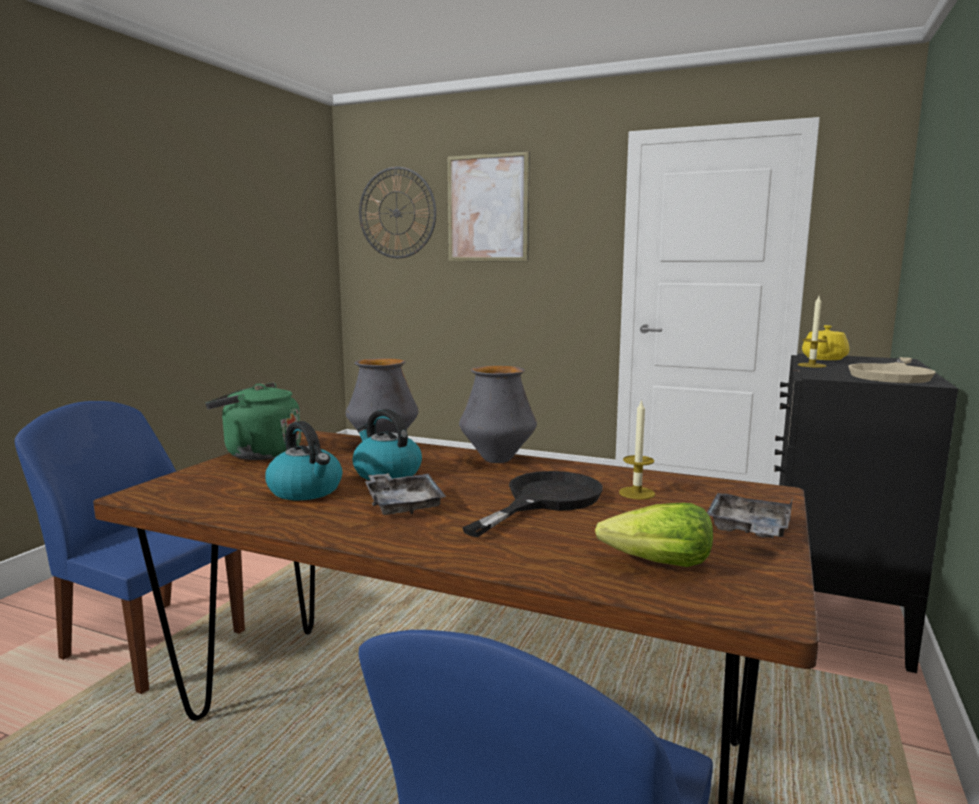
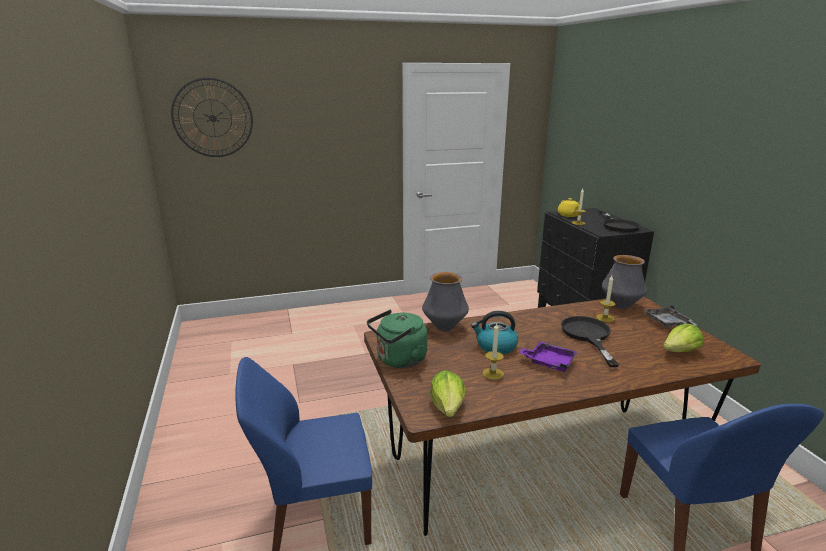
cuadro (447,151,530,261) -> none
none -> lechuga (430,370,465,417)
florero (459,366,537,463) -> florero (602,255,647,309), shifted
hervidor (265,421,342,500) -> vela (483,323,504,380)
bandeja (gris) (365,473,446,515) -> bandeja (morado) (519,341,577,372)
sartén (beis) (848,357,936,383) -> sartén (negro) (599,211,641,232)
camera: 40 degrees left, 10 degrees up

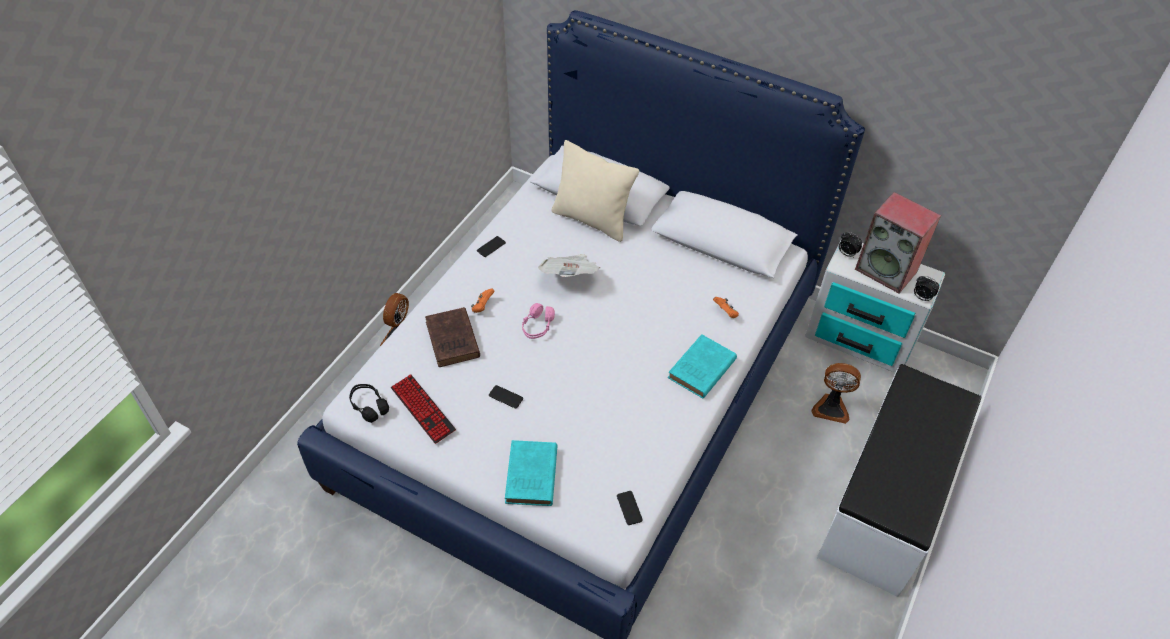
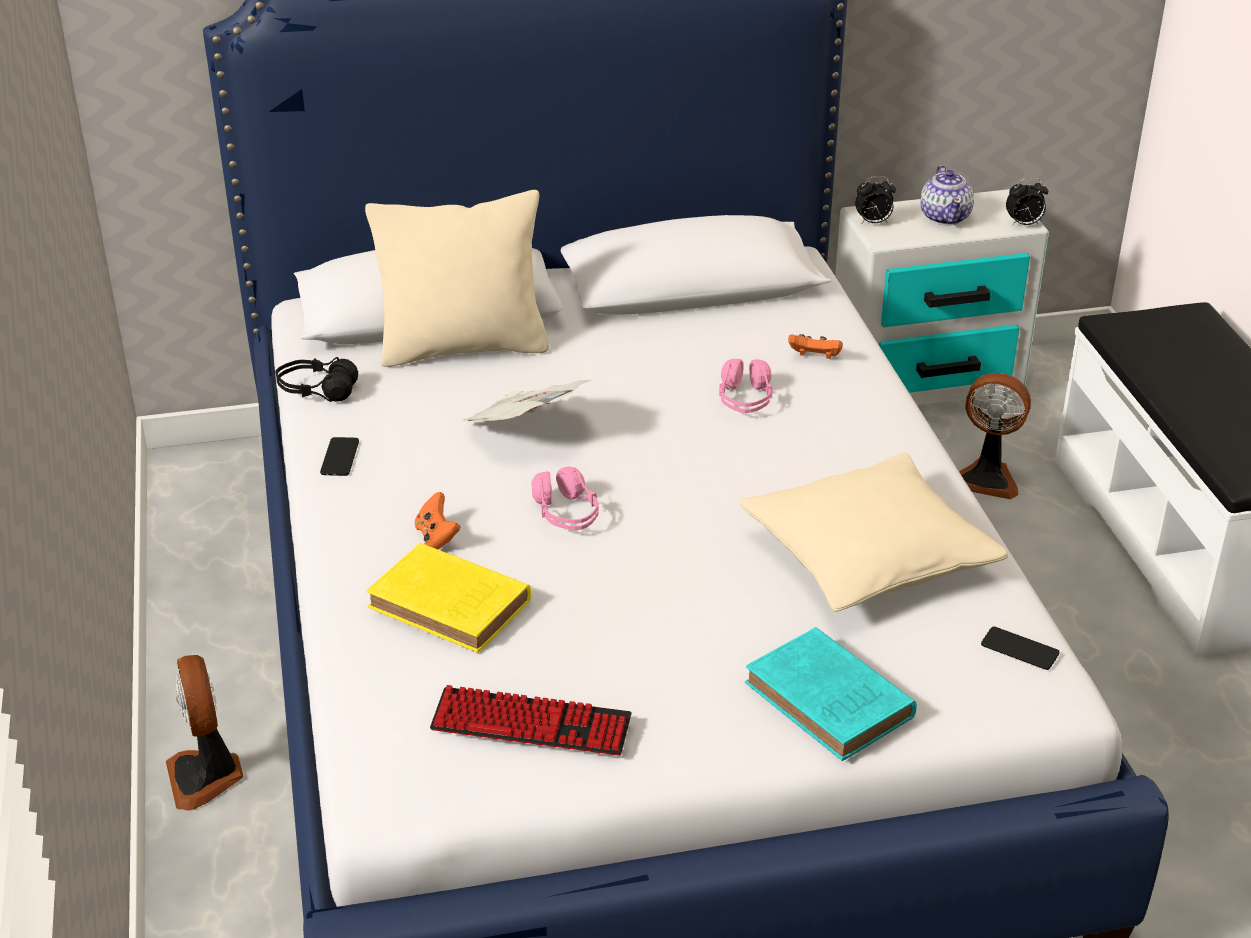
móvil (489,385,523,408) -> none
libro (turquesa) (668,334,737,399) -> none
none -> auriculares (rosa) (719,359,773,413)
none -> cojín (beis) (740,452,1008,612)
auriculares (negro) (349,384,389,423) -> auriculares (negro) (276,357,358,402), shifted
altavoz (855,192,941,293) -> tetera (921,165,974,225)
libro (marrón) (425,307,480,367) -> libro (amarillo) (366,543,531,653)
ventilador (811,363,861,424) -> ventilador (959,373,1031,499), 45 degrees clockwise
camera: 40 degrees left, 15 degrees down

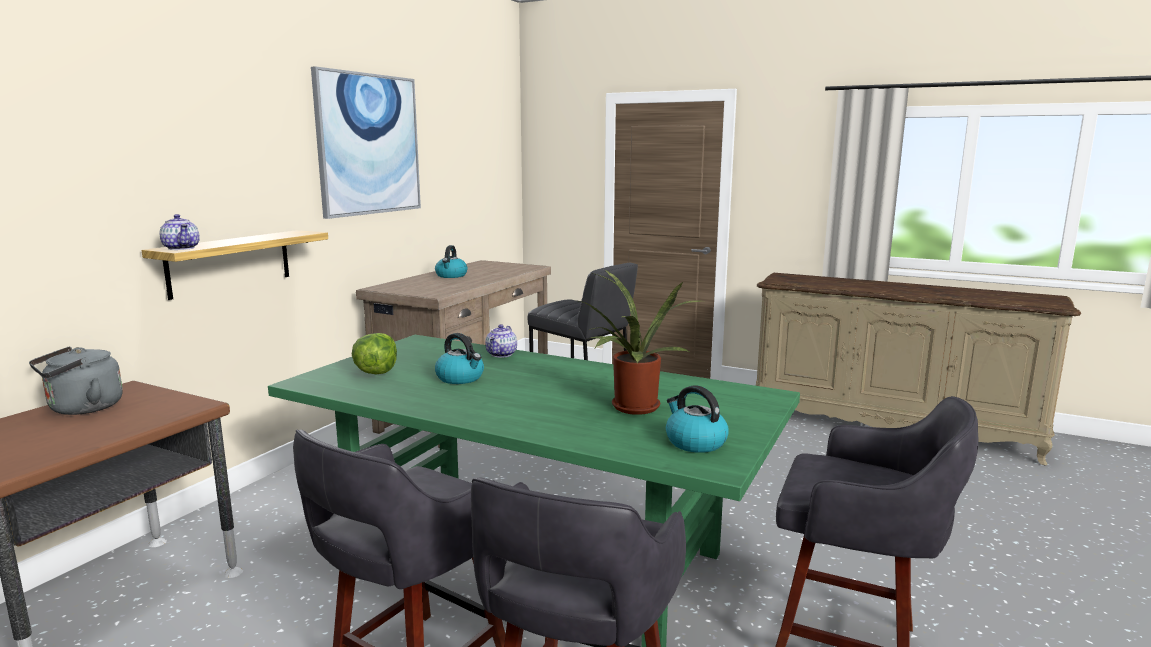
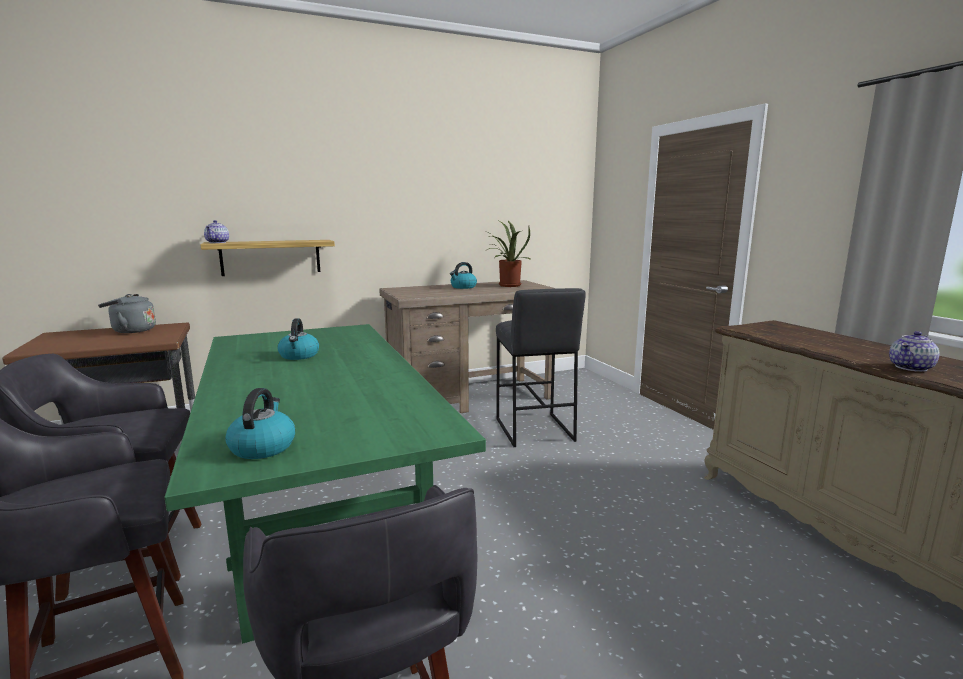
cuadro (311,66,421,219) -> none
lechuga (352,333,397,374) -> none
tetera (485,324,517,358) -> tetera (889,331,940,372), shifted
planta en maceta (579,270,701,415) -> planta en maceta (484,221,531,287), shifted
camera: 40 degrees right, 0 degrees up

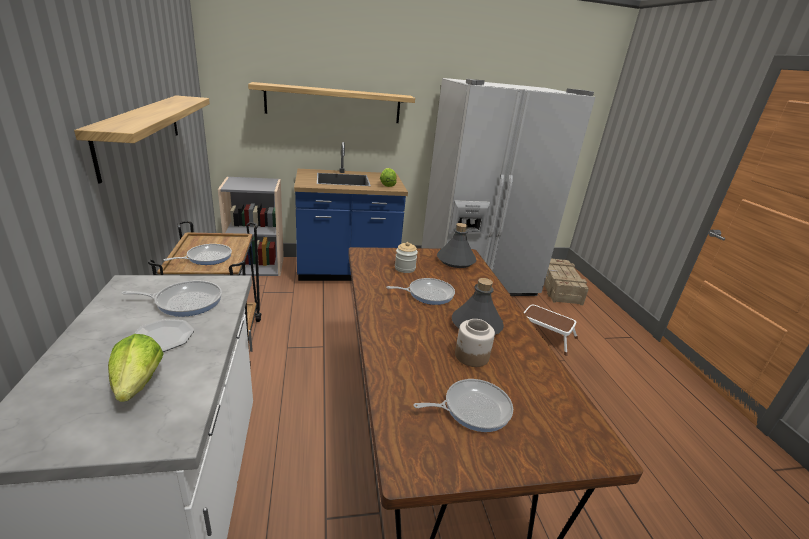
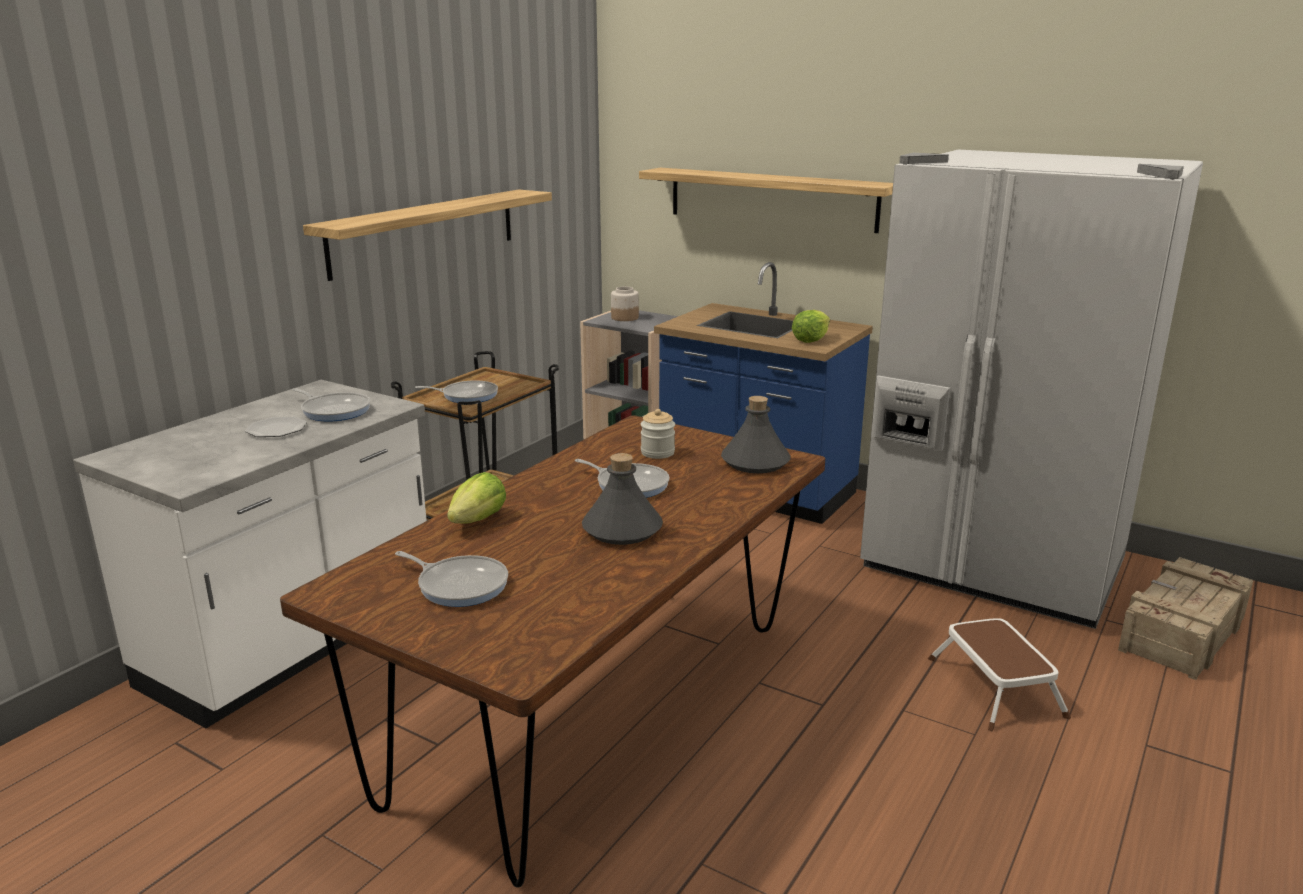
lechuga (108,334,164,402) -> lechuga (447,472,506,524), shifted
tarro (455,319,495,367) -> tarro (611,287,639,321), shifted
camera: 45 degrees right, 5 degrees down

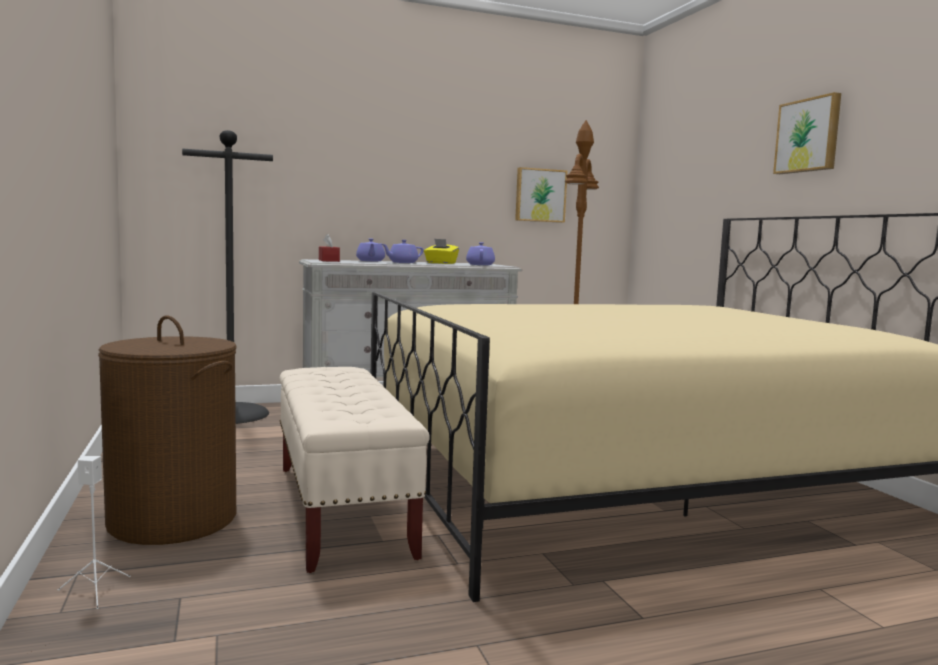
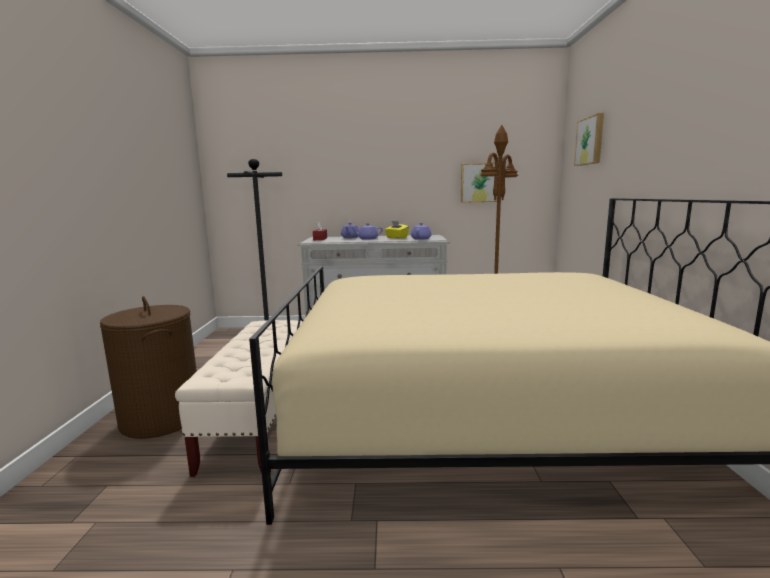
altavoz (blanco) (58,456,131,609) -> none
cuadro (773,92,841,174) -> cuadro (574,113,604,166), shifted
camera: 20 degrees right, 5 degrees up

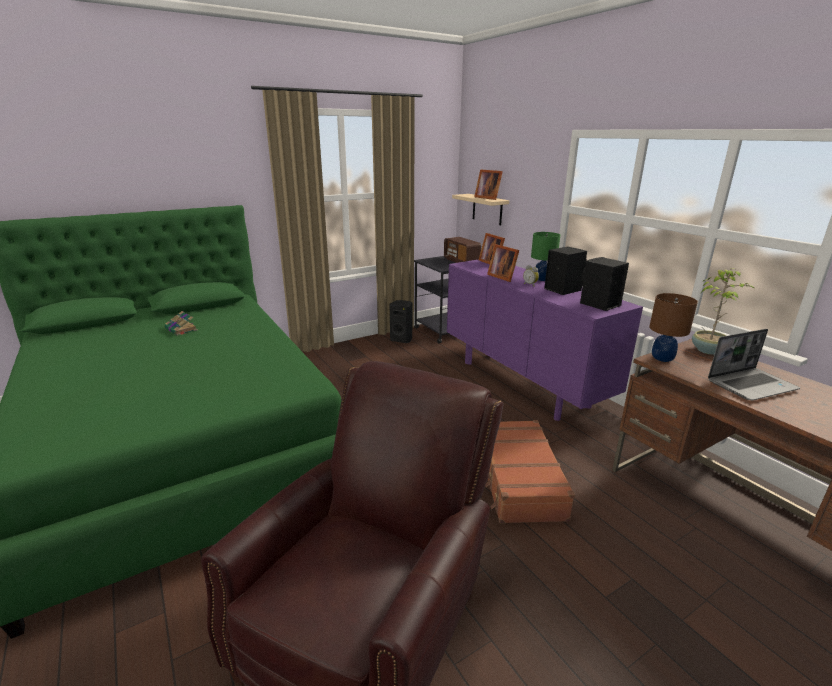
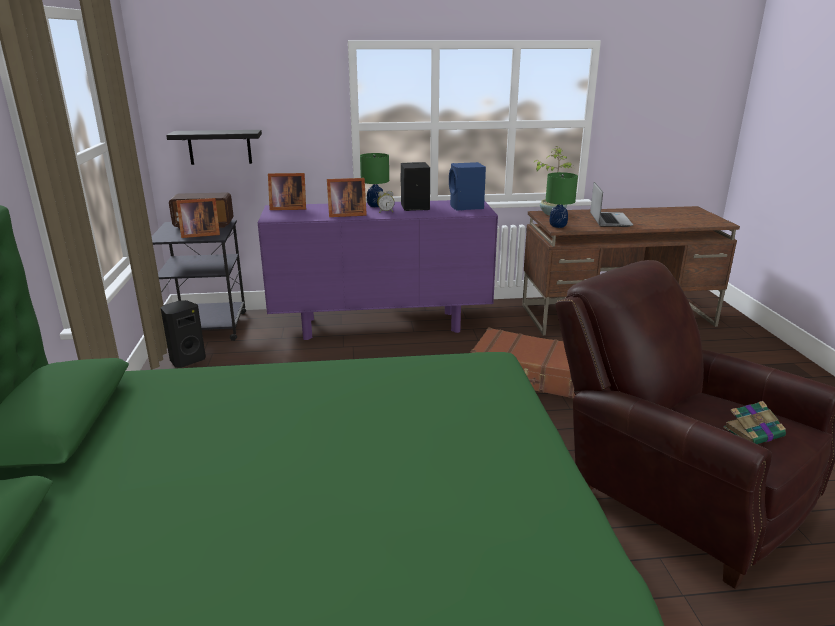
libro (165,311,198,335) -> libro (723,401,786,444), shifted
portarretratos (474,169,503,200) -> portarretratos (176,198,220,238), shifted
estante (beis) (452,194,509,225) -> estante (negro) (166,130,262,165)
altavoz (negro) (580,257,629,311) -> altavoz (azul) (449,162,486,210)
lámpara de mesa (marrón) (649,293,698,362) -> lámpara de mesa (verde) (546,172,578,228)
camera: 65 degrees left, 0 degrees up

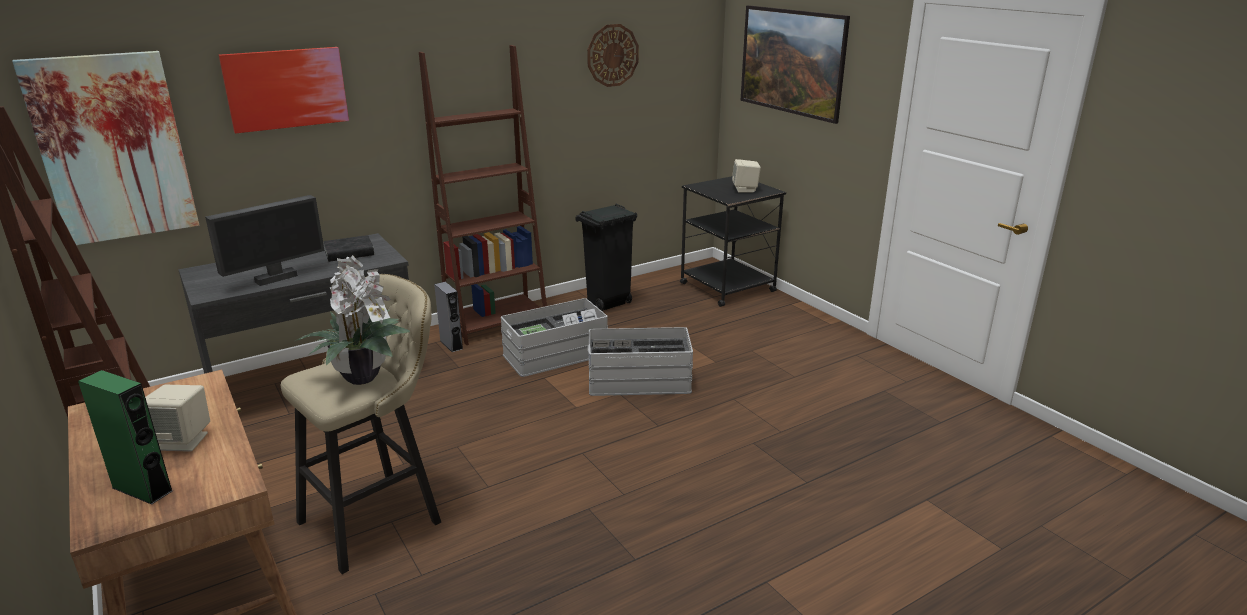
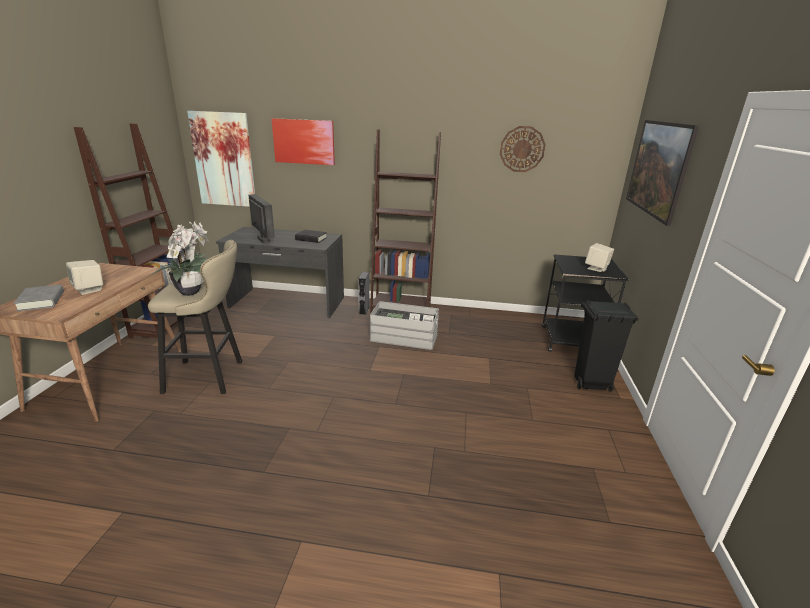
caja de almacenaje (gris) (588,327,693,396) -> none
papelera (negro) (576,204,637,311) -> papelera (negro) (574,300,639,391), shifted
altavoz (verde) (78,370,173,505) -> libro (gris) (14,285,64,312)
monitor (205,195,325,286) -> monitor (248,194,275,244), 120 degrees counterclockwise
camera: 40 degrees right, 0 degrees up

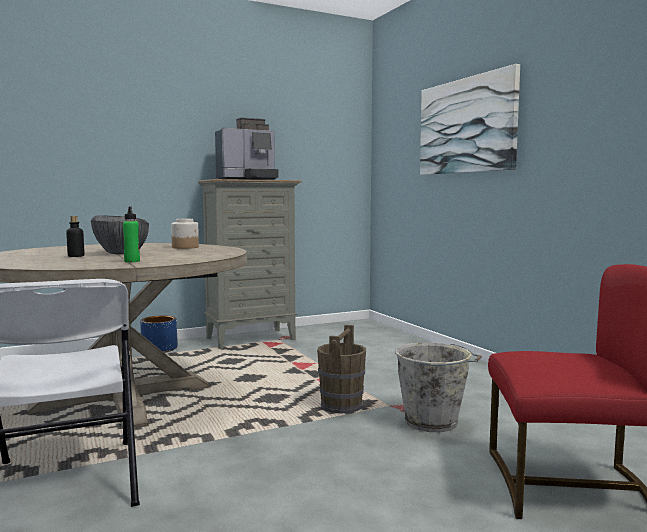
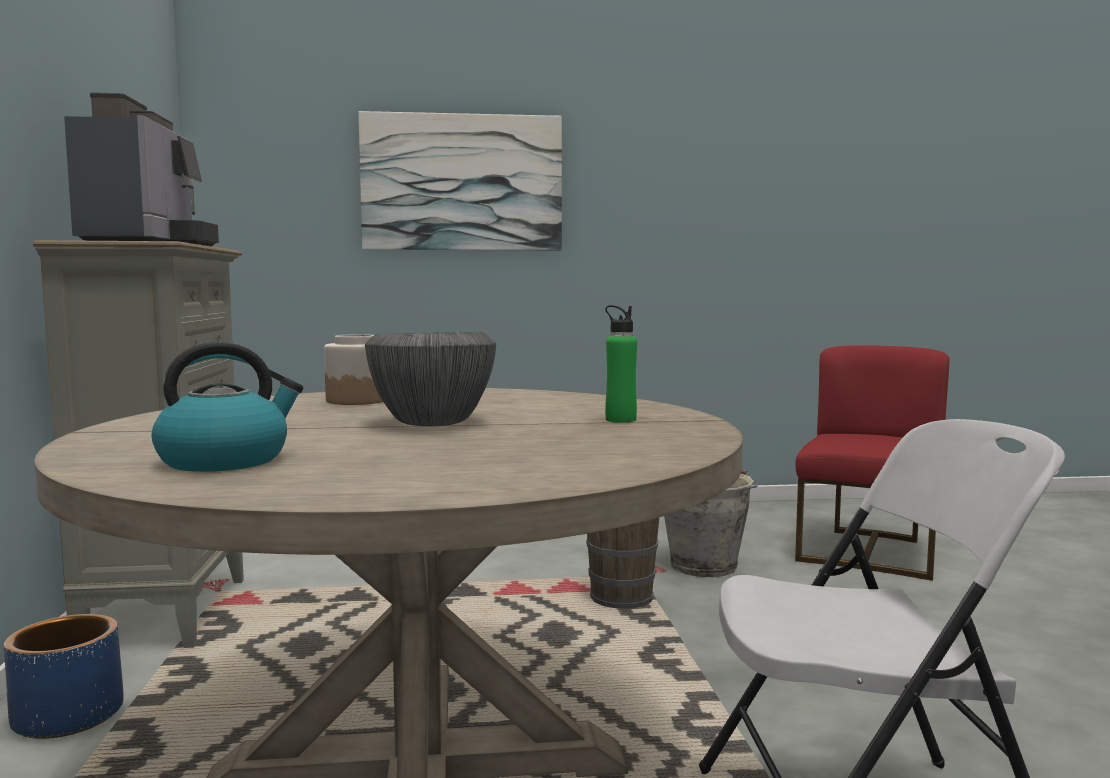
botella (66,216,85,257) -> none
none -> hervidor (152,342,303,472)
camera: 70 degrees left, 0 degrees up

